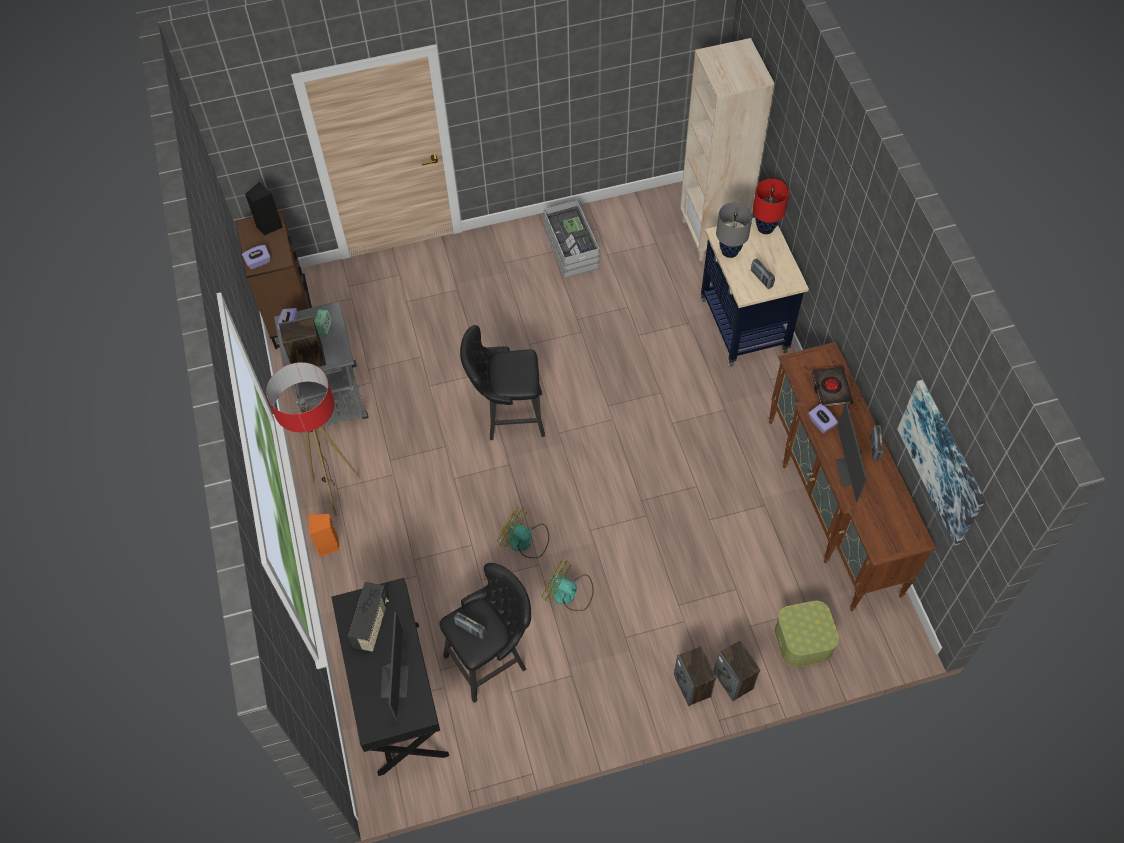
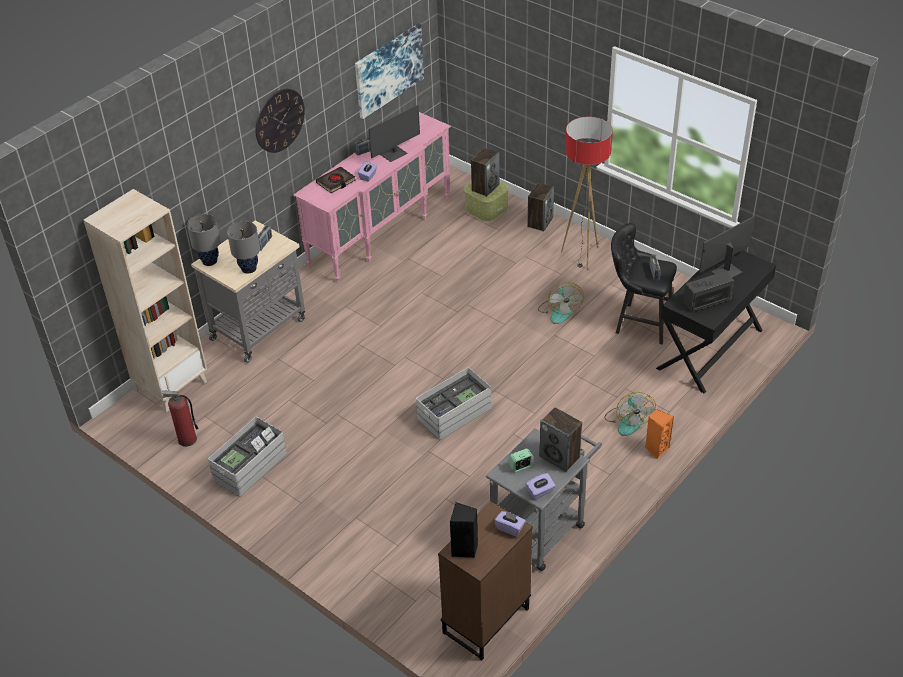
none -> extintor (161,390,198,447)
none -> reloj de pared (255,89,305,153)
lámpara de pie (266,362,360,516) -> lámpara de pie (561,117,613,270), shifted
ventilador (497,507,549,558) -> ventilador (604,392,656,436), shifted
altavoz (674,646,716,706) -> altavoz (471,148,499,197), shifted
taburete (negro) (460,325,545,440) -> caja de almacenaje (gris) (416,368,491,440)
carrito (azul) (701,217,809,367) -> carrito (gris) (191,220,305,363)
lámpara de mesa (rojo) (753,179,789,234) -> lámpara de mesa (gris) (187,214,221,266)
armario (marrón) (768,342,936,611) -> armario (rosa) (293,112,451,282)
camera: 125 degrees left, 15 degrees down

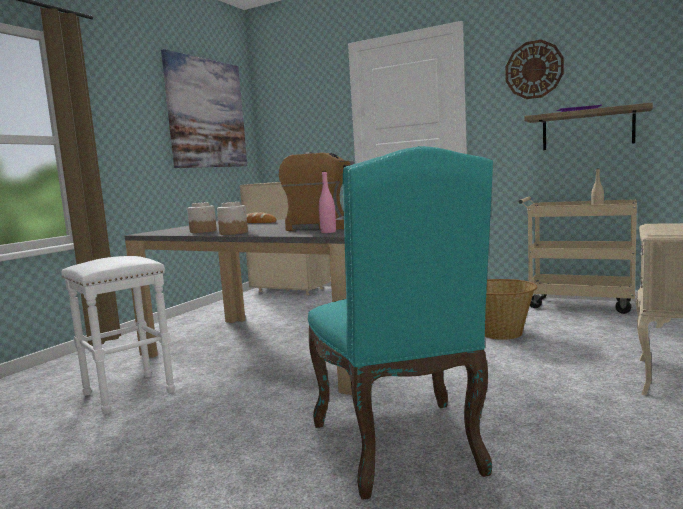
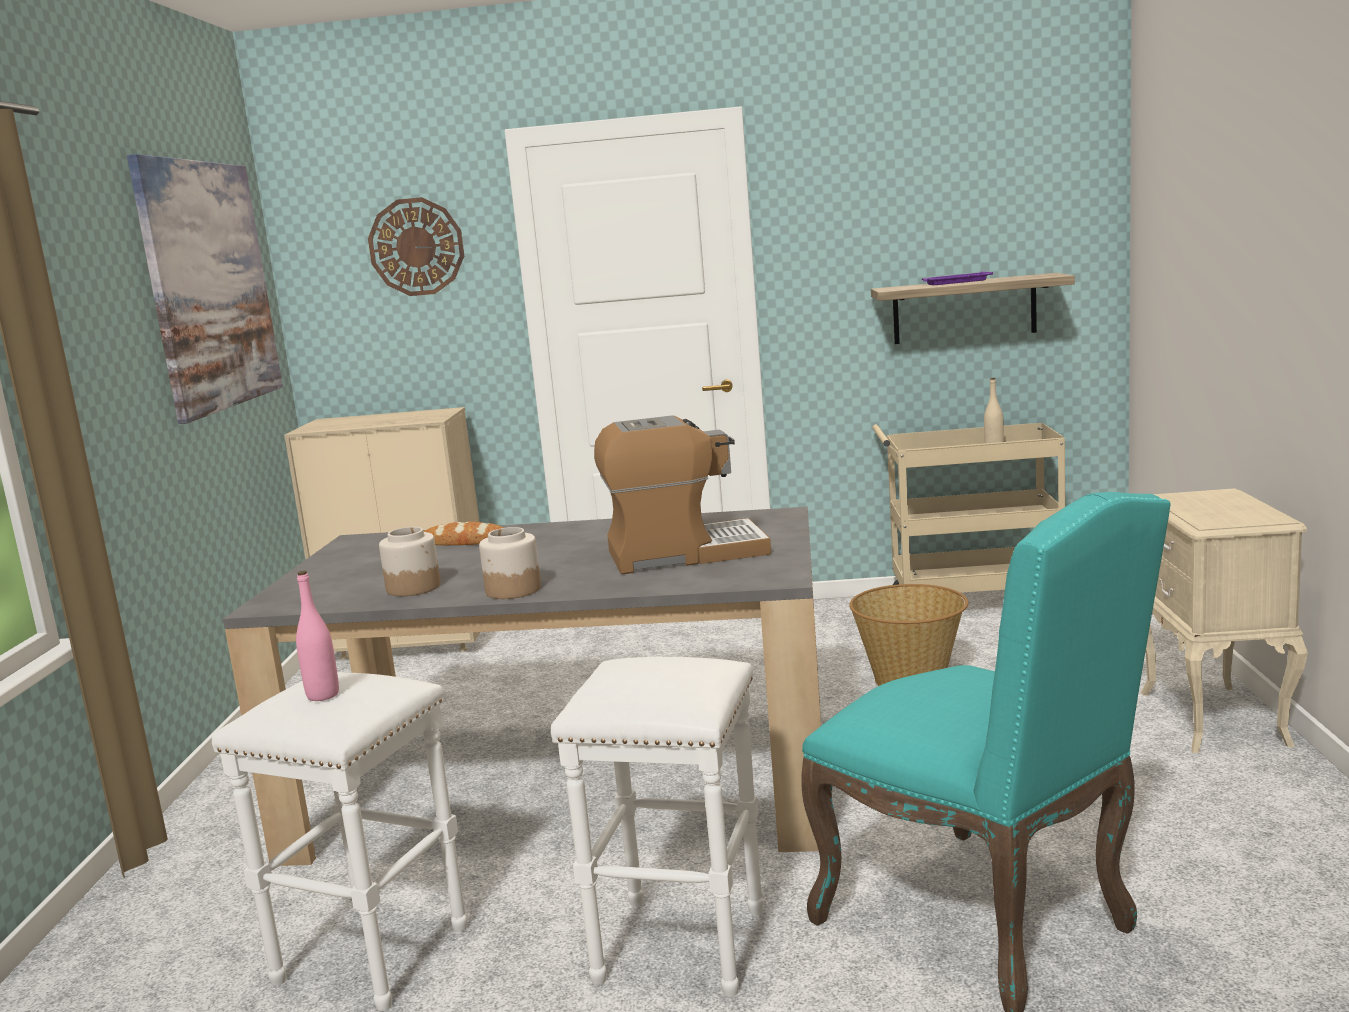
none -> taburete (blanco) (551,657,764,997)
botella (rosa) (319,171,336,233) -> botella (rosa) (296,571,339,701), shifted
reloj de pared (505,40,564,99) -> reloj de pared (368,197,464,296), shifted
camera: 25 degrees left, 5 degrees up

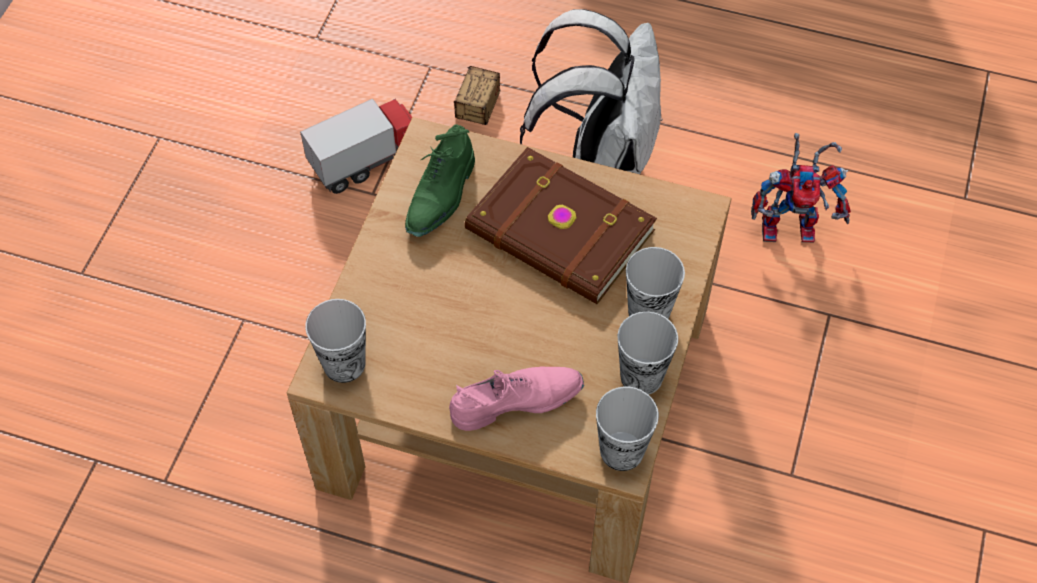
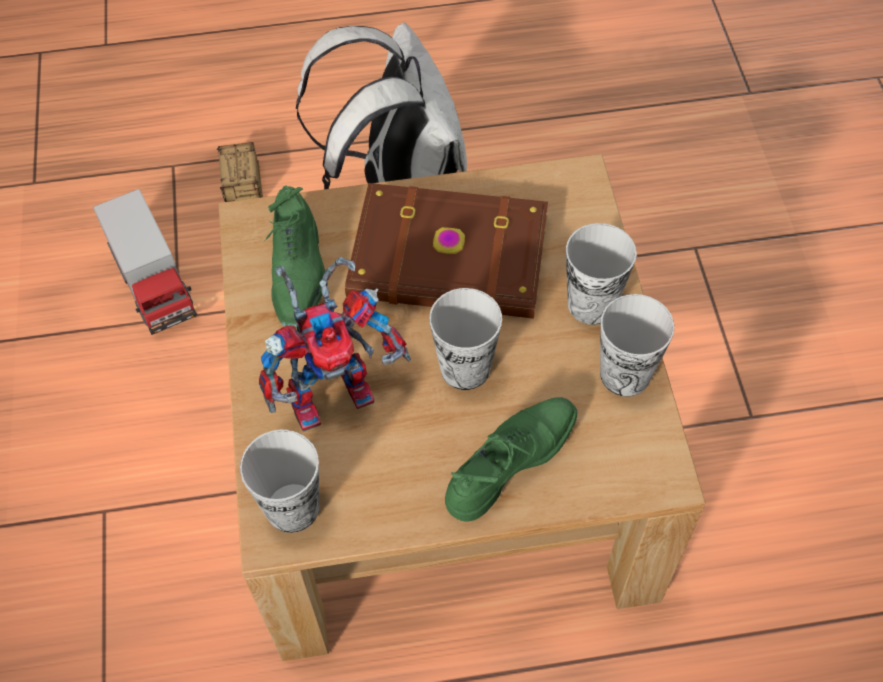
taza (596,386,659,471) -> taza (429,288,502,390), shifted
robot de juguete (751,133,851,243) -> robot de juguete (259,257,411,432), shifted
zapato (rosa) (449,366,584,431) -> zapato (verde) (445,397,578,522)
camión de juguete (300,98,412,194) -> camión de juguete (93,189,197,335), 120 degrees clockwise
camera: 25 degrees left, 0 degrees up

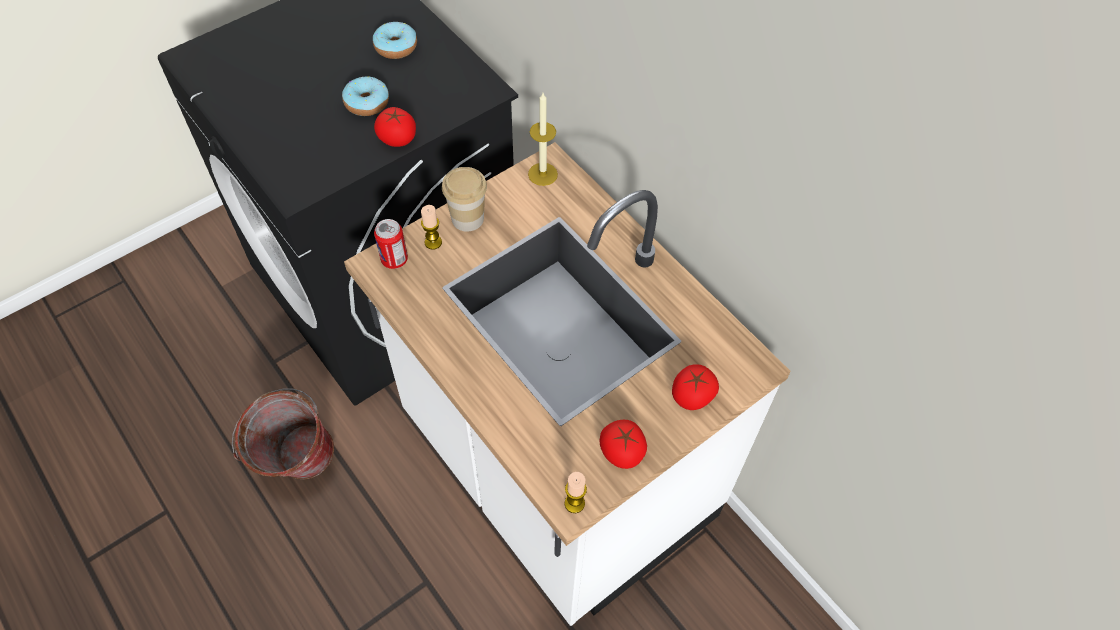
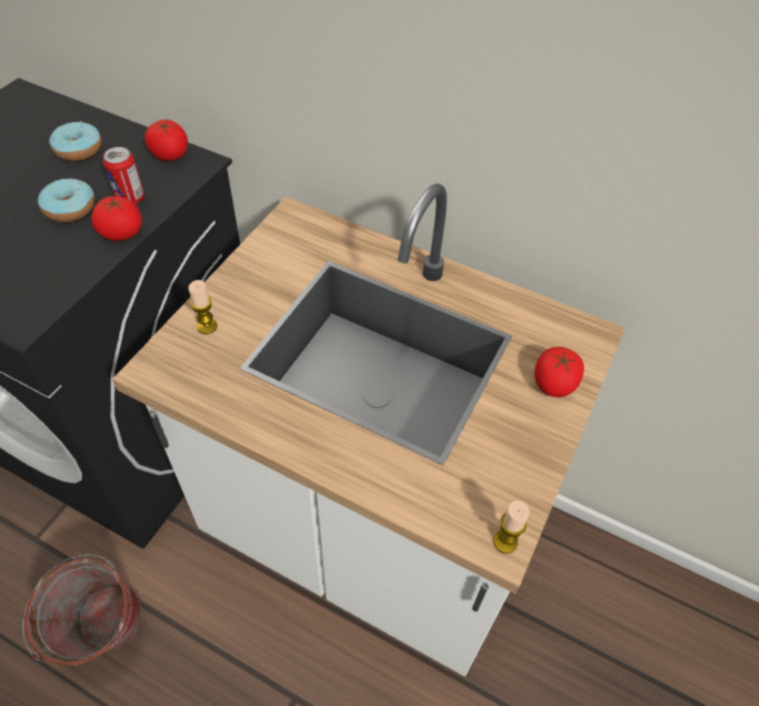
taza (442,167,487,232) -> none
vela (528,93,558,186) -> none
lata (374,219,408,269) -> lata (103,147,144,204), shifted
tomate (600,420,647,469) -> tomate (145,119,188,161), shifted
camera: 25 degrees left, 5 degrees down

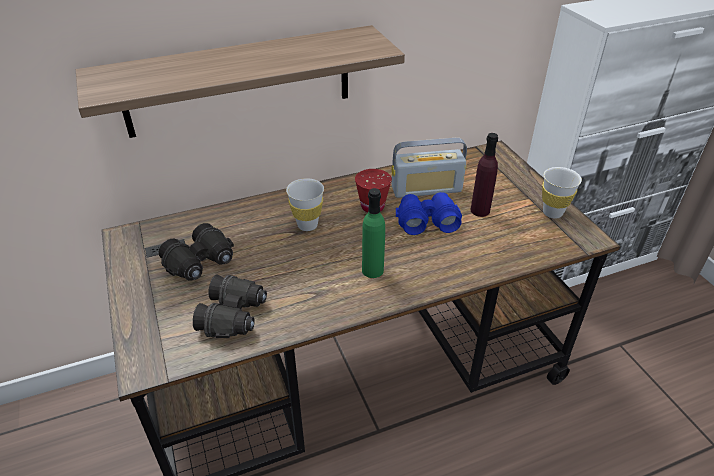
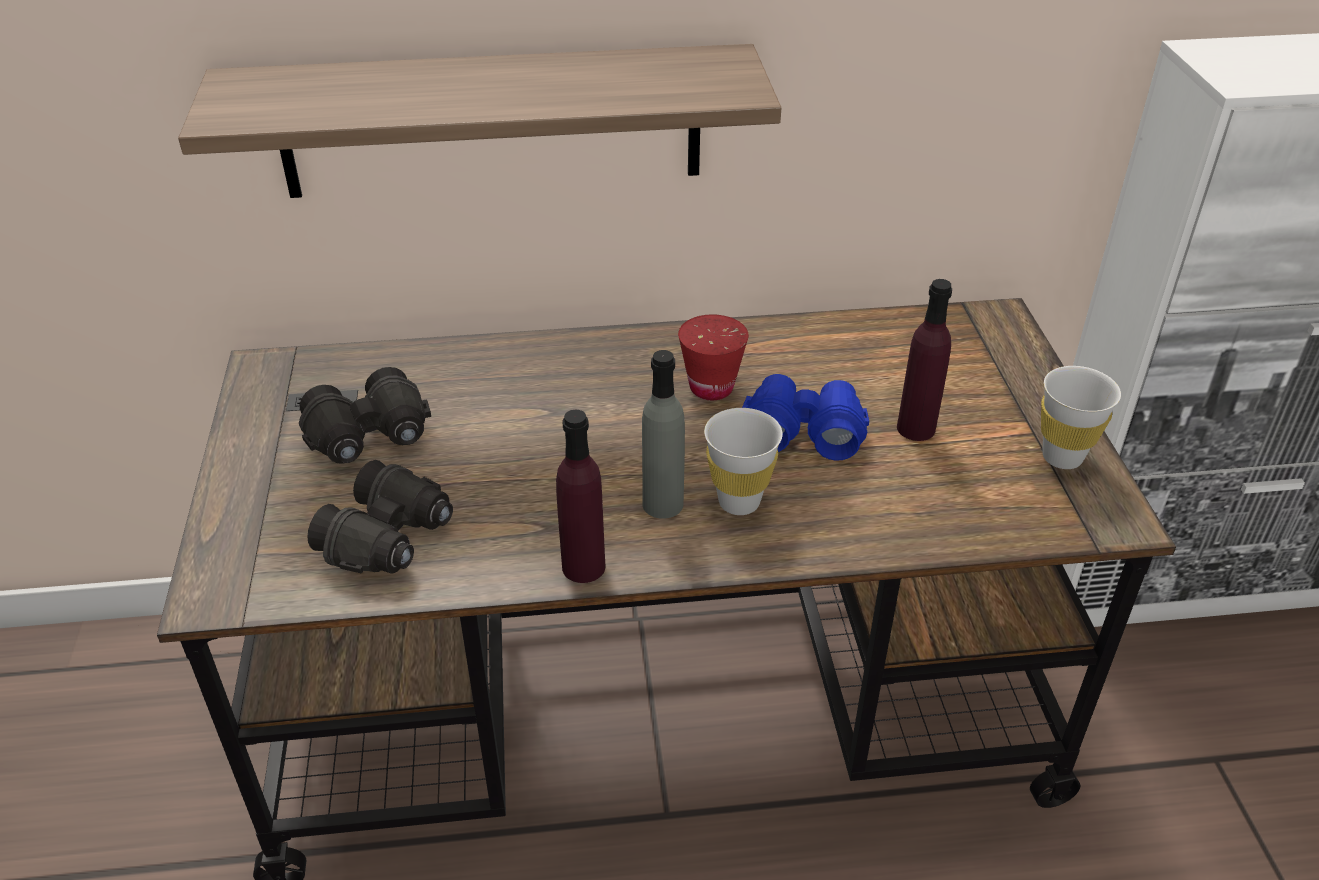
radio (392,138,467,198) -> none
none -> botella (morado) (556,410,606,583)
taza (blanco) (286,178,324,231) -> taza (blanco) (704,408,782,515), shifted
botella (verde) (362,188,385,278) -> botella (gris) (642,350,685,519)
camera: 15 degrees right, 0 degrees up

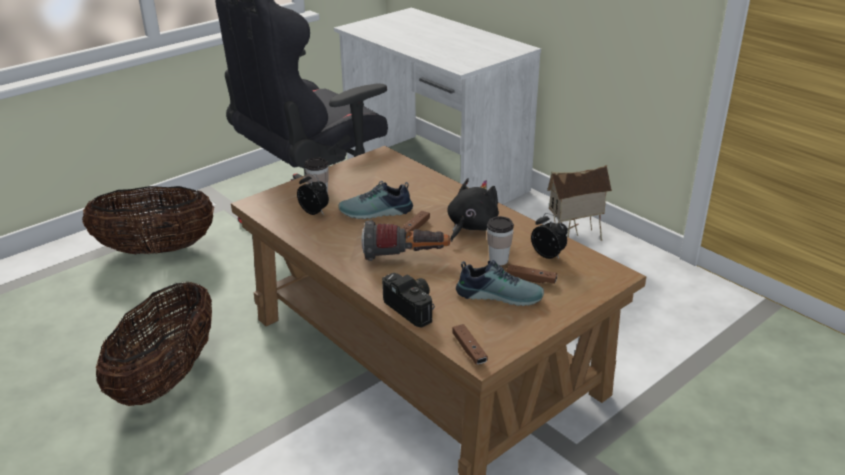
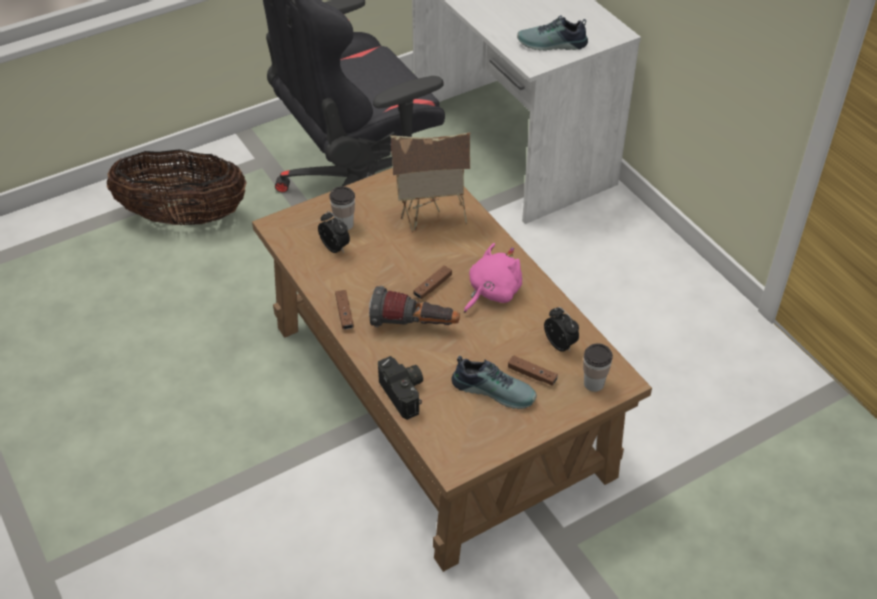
cesta (96,281,212,406) -> none
zapato (338,181,413,219) -> zapato (517,15,588,51), shifted
mando de consola (marrón) (452,324,488,365) -> mando de consola (marrón) (335,290,354,329), shifted
taza (487,216,514,266) -> taza (583,343,613,392), shifted
casita (547,165,612,241) -> casita (390,132,471,232), shifted
peluche (negro) (447,178,499,242) -> peluche (rosa) (464,243,522,313)
camera: 10 degrees right, 15 degrees up

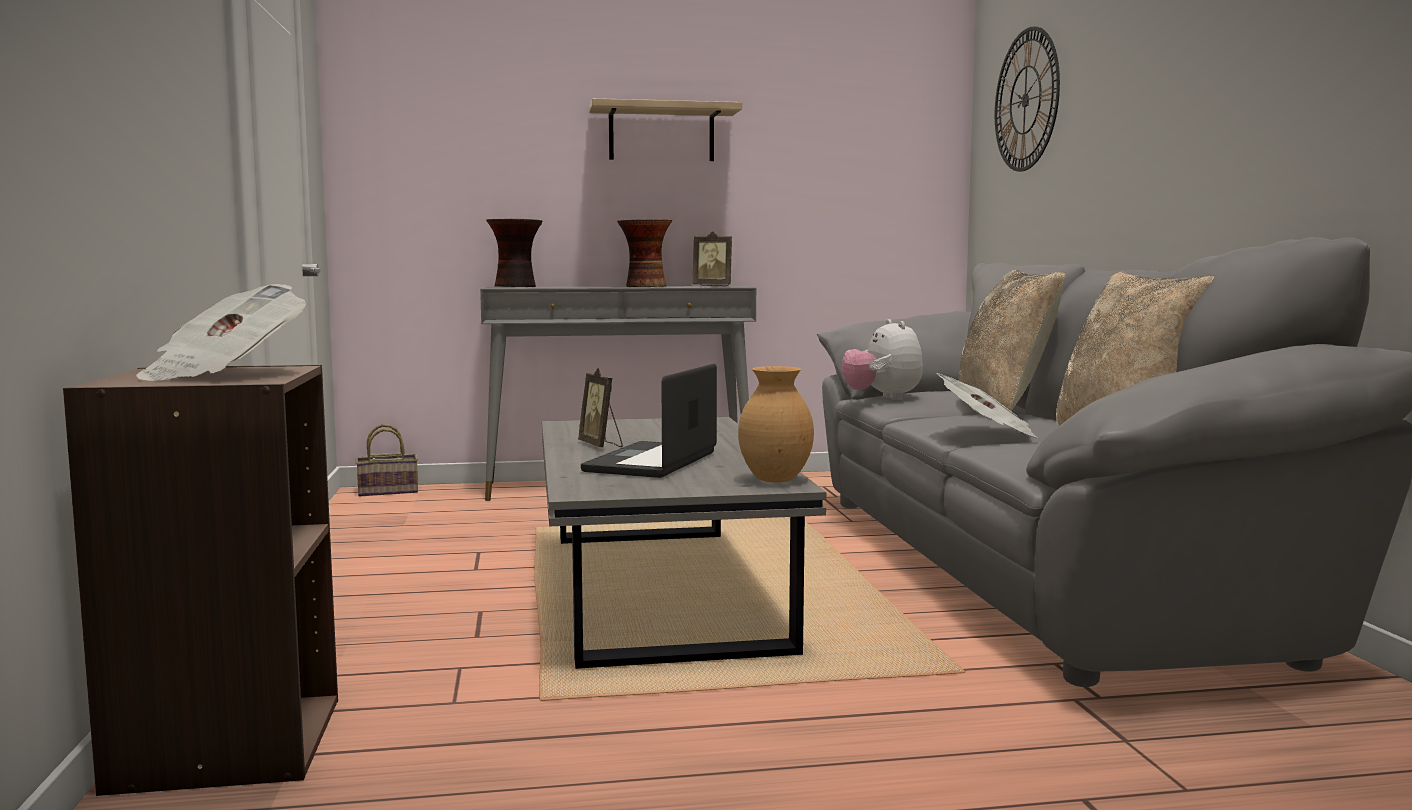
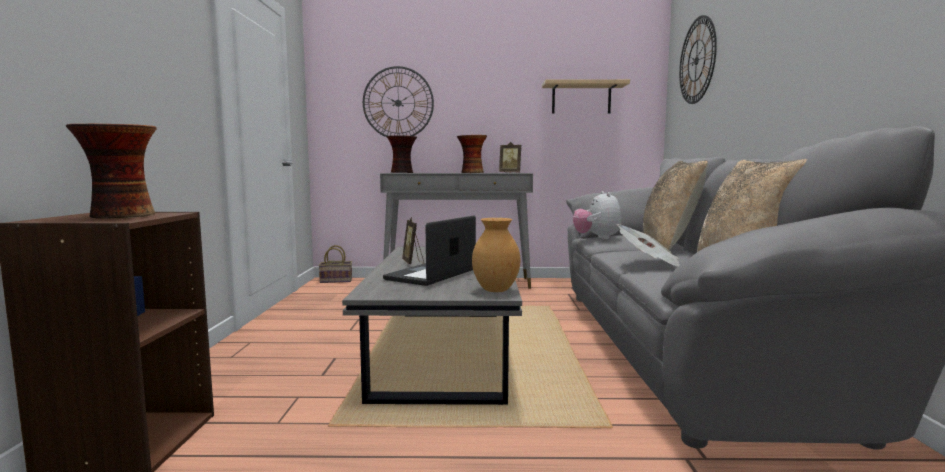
none -> reloj de pared (363,66,434,137)
estante (589,98,742,161) -> estante (542,79,630,114), shifted
periódico (136,284,306,381) -> florero (66,123,157,219)
camera: 10 degrees right, 0 degrees up

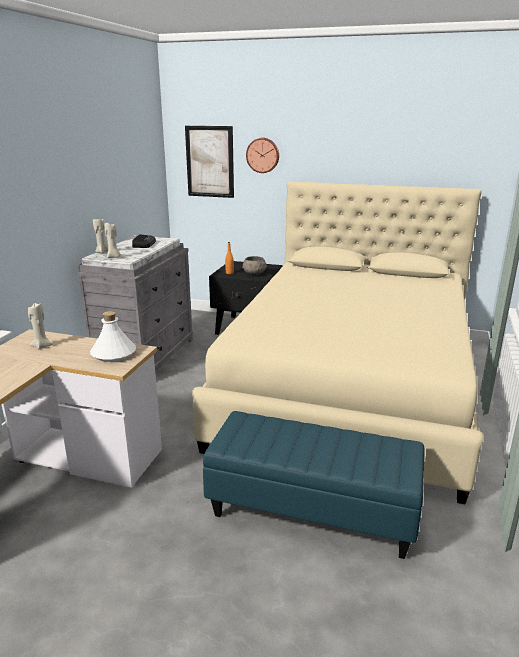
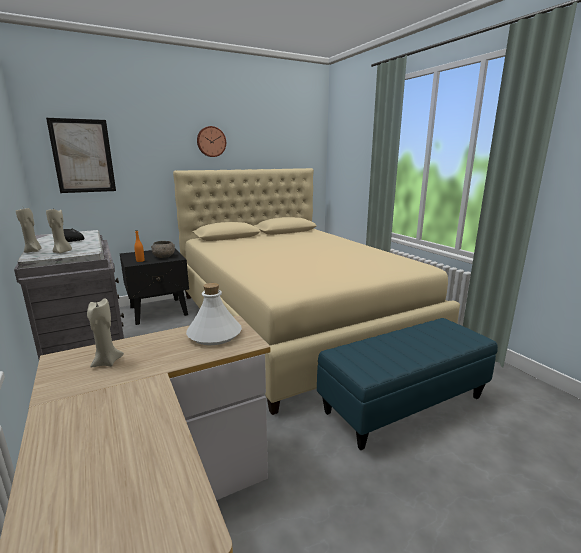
reloj de pared (246,138,279,173) -> reloj de pared (197,126,226,157), shifted
camera: 45 degrees left, 5 degrees down

